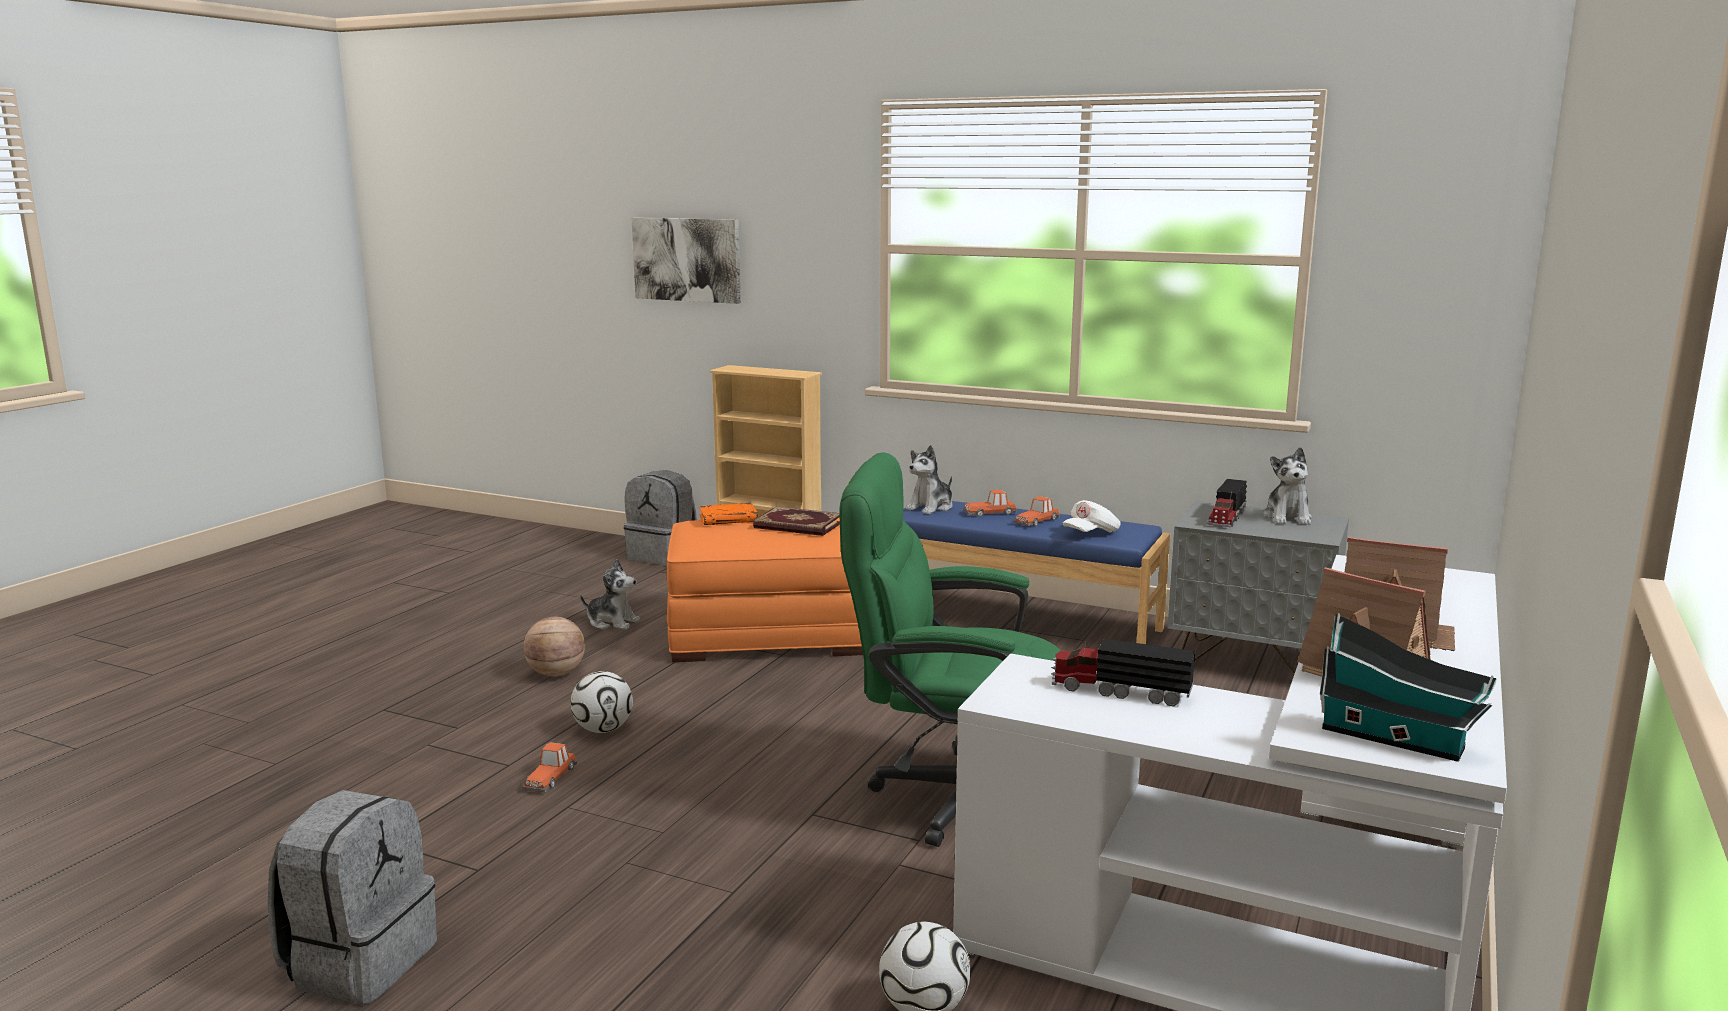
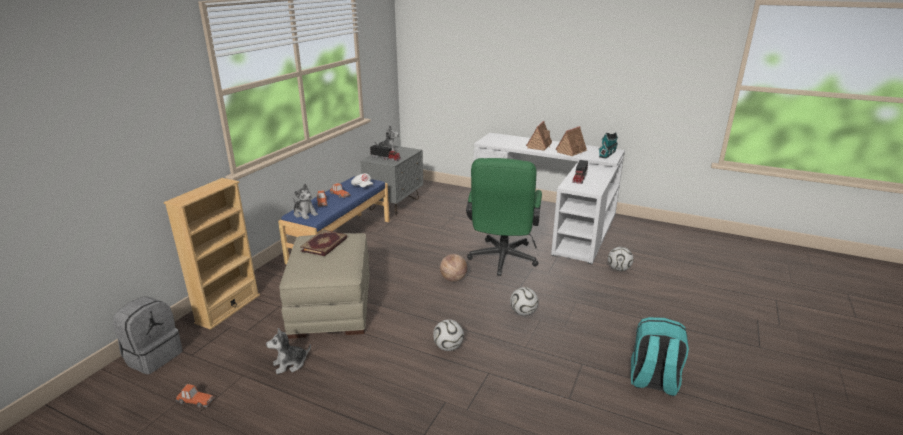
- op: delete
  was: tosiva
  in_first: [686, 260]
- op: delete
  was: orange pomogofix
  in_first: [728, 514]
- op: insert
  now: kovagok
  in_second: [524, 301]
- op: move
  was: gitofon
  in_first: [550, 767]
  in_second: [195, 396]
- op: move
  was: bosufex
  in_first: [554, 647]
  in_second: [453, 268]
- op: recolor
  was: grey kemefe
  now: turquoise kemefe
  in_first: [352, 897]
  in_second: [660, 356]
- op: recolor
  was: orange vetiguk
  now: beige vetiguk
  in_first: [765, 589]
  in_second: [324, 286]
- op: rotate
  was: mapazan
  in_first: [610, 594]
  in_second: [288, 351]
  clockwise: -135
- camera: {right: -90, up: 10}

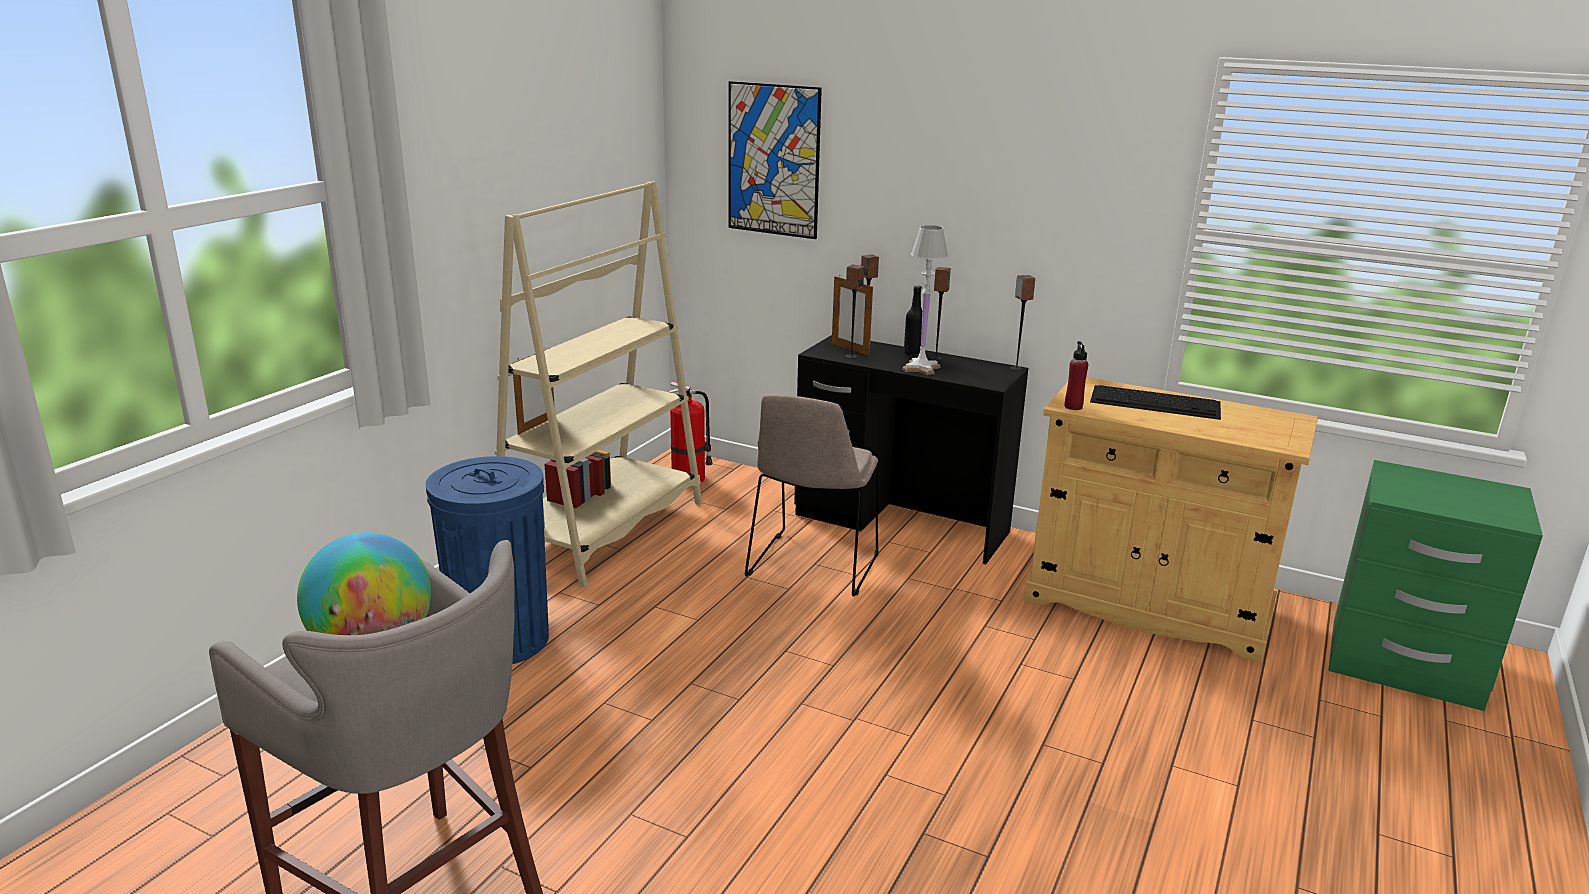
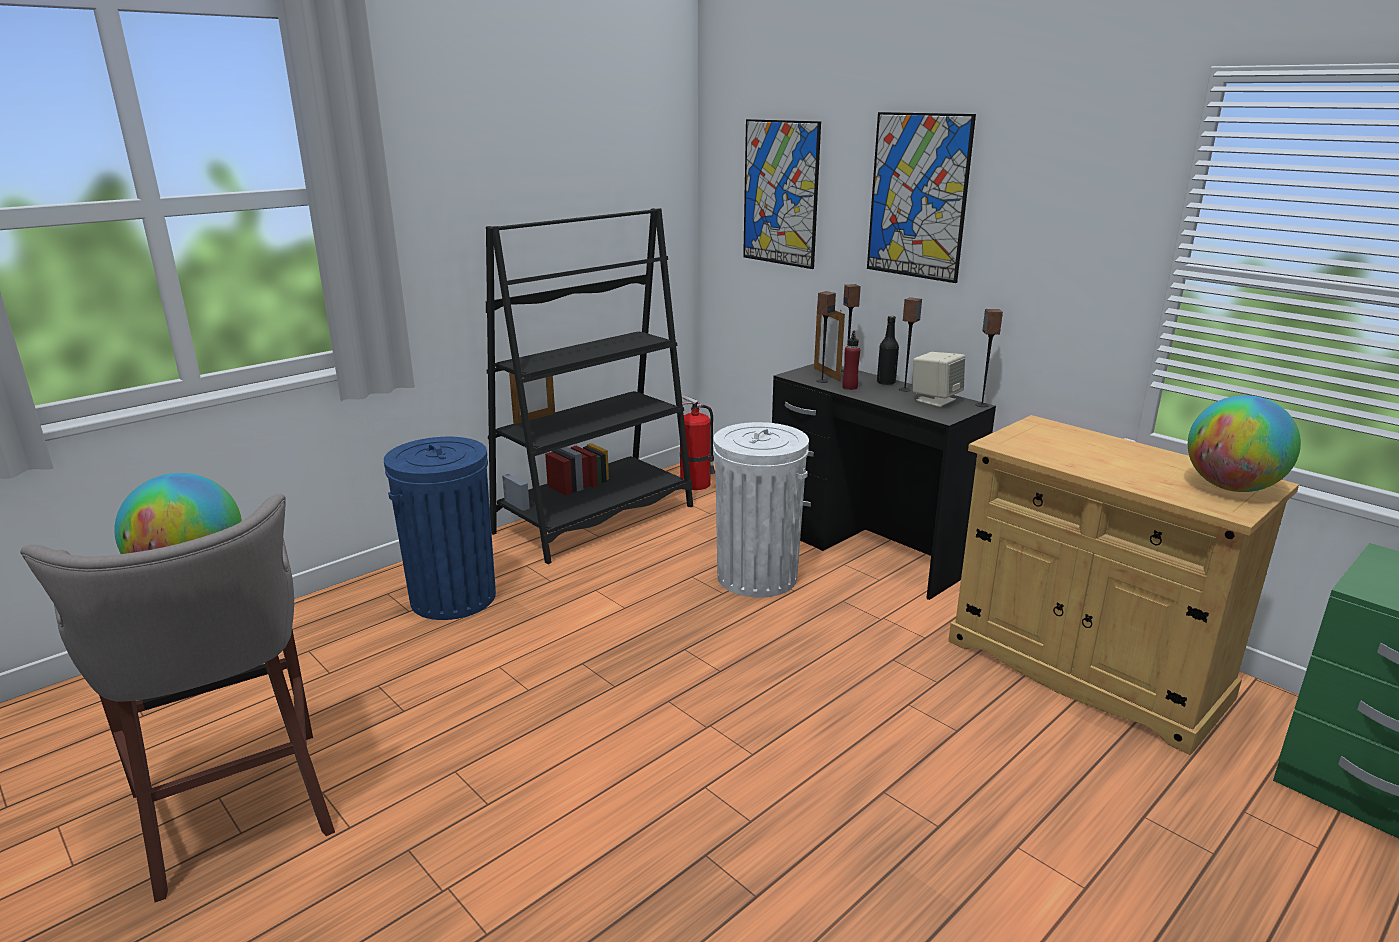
- op: delete
  was: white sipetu
  in_first: [925, 300]
- op: delete
  was: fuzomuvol
  in_first: [1155, 402]
- op: insert
  now: tosiva
  in_second: [921, 197]
- op: insert
  now: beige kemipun
  in_second: [939, 379]
- op: insert
  now: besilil
  in_second: [1244, 443]
- op: move
  was: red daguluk
  in_first: [1076, 375]
  in_second: [851, 360]
- op: replace
  was: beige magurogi
  now: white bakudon
  in_first: [812, 495]
  in_second: [761, 510]
- op: recolor
  was: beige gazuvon
  now: black gazuvon
  in_first: [598, 384]
  in_second: [589, 386]
- camera: {right: 20, up: 0}

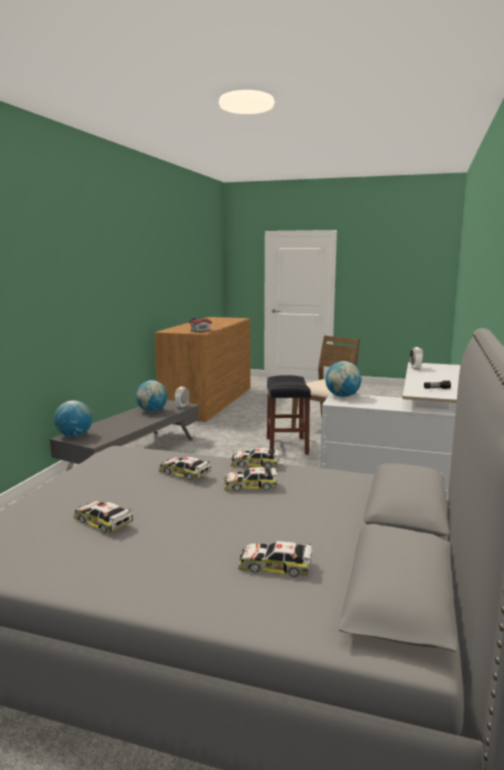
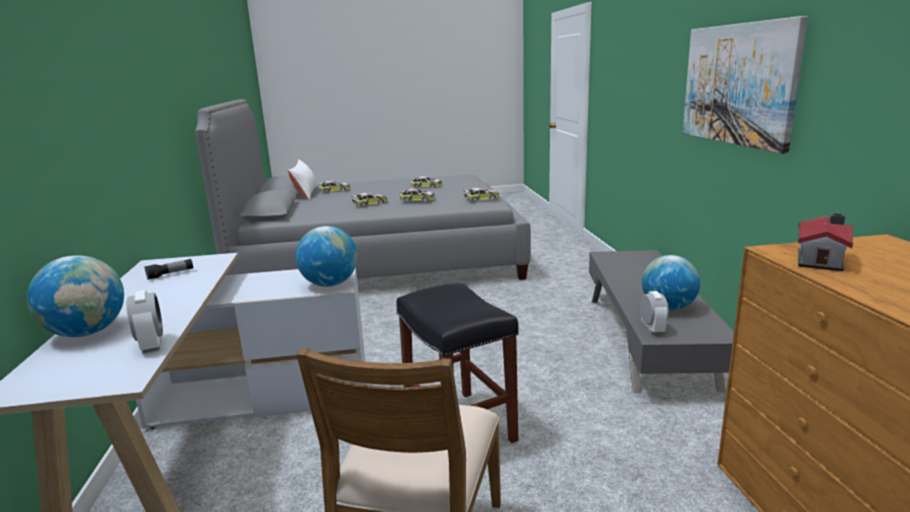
- op: insert
  now: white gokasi
  in_second: [303, 179]
- op: insert
  now: tosiva
  in_second: [745, 85]
- op: move
  was: besilil
  in_first: [73, 418]
  in_second: [75, 296]
- op: move
  was: gitofon
  in_first: [255, 458]
  in_second: [482, 195]
- camera: {right: 155, up: 5}

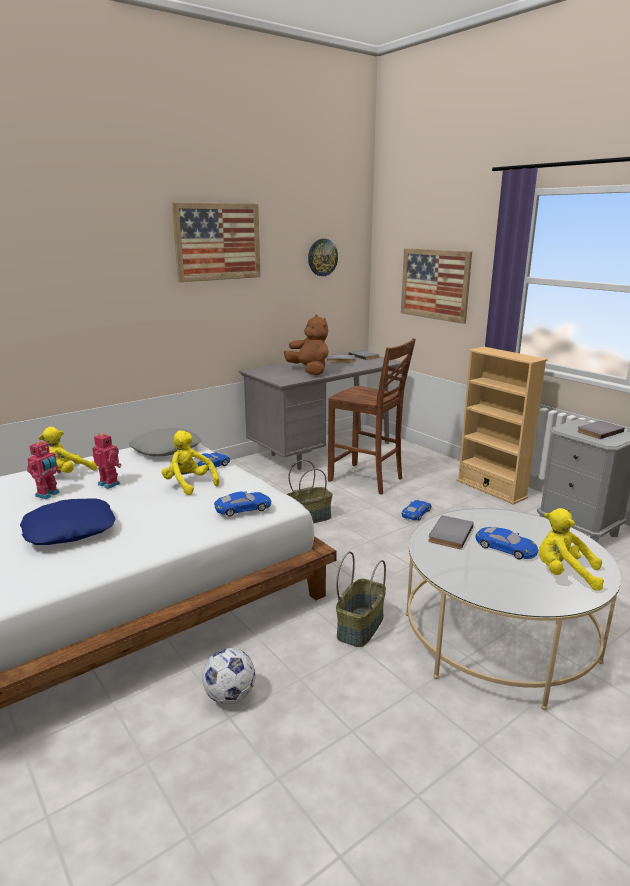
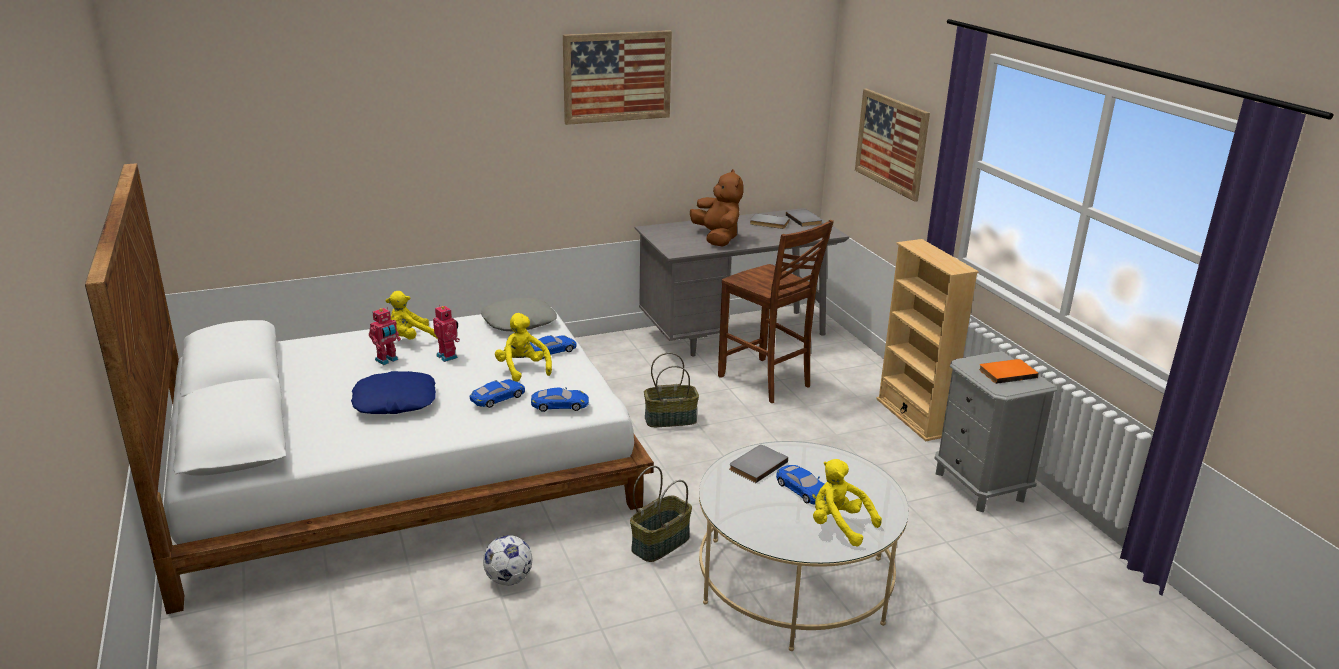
- op: delete
  was: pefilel
  in_first: [323, 257]
- op: move
  was: blue gitofon
  in_first: [416, 510]
  in_second: [497, 393]
- op: recolor
  was: grey pomogofix
  now: orange pomogofix
  in_first: [601, 430]
  in_second: [1009, 371]
- camera: {right: 15, up: 5}

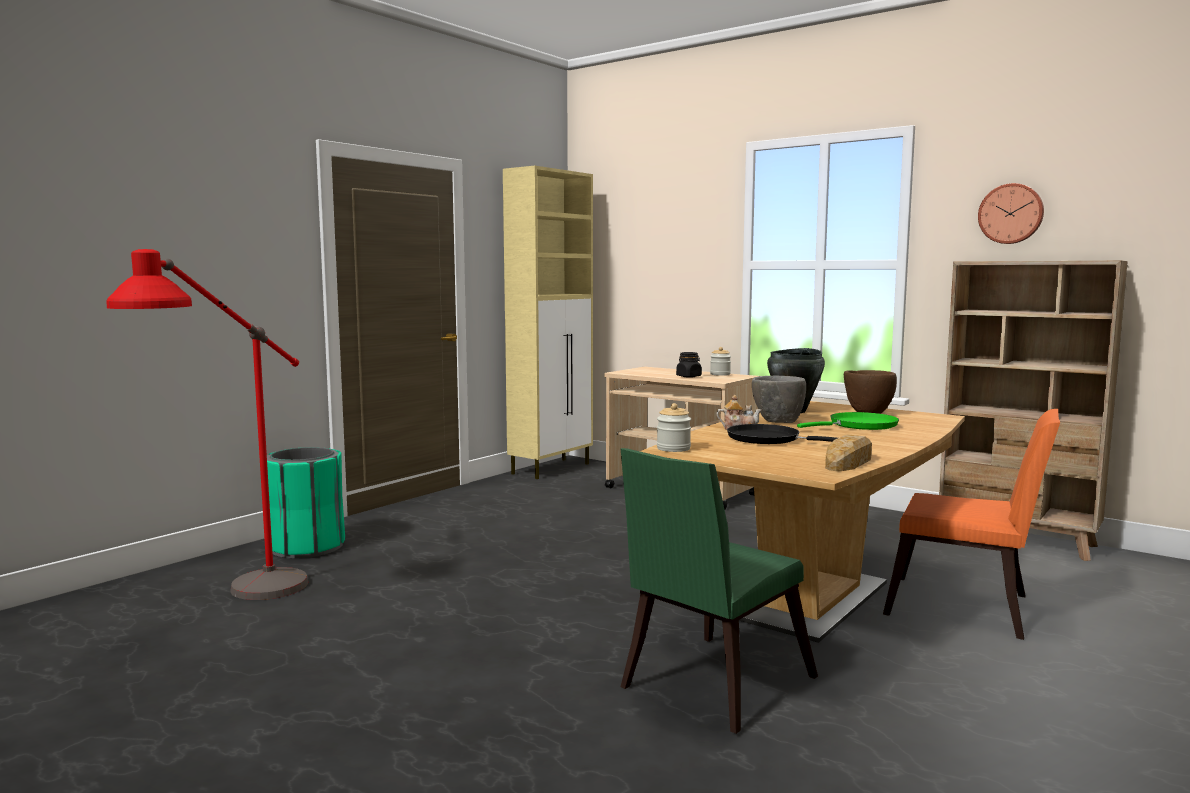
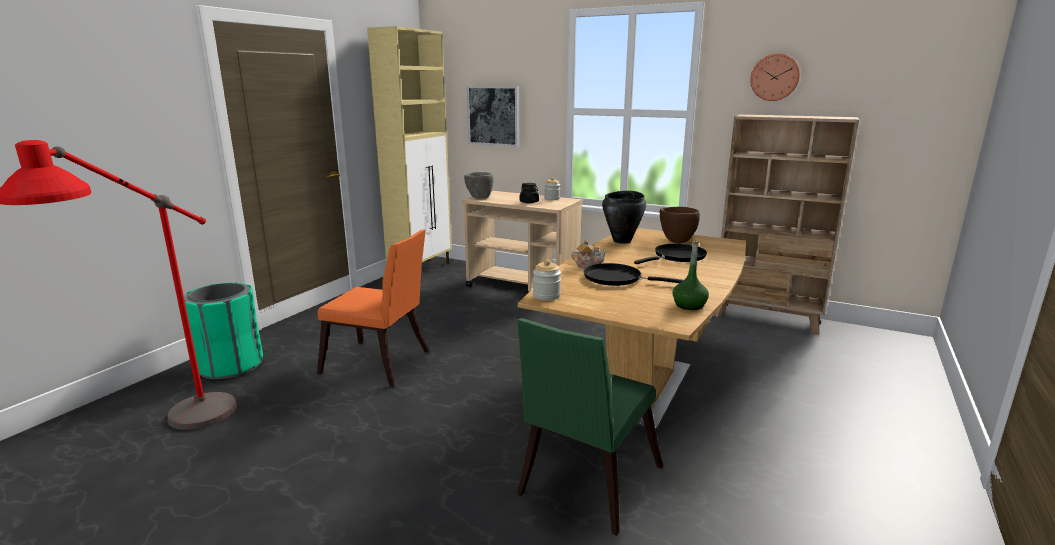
- op: insert
  now: tosiva
  in_second: [493, 116]
- op: move
  was: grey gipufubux
  in_first: [779, 399]
  in_second: [479, 185]
- op: move
  was: orange magurogi
  in_first: [971, 524]
  in_second: [373, 308]
- op: replace
  was: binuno
  now: green daguluk
  in_first: [848, 452]
  in_second: [690, 275]
- op: recolor
  was: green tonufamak
  now: black tonufamak
  in_first: [848, 421]
  in_second: [670, 254]
- camera: {right: -10, up: 10}

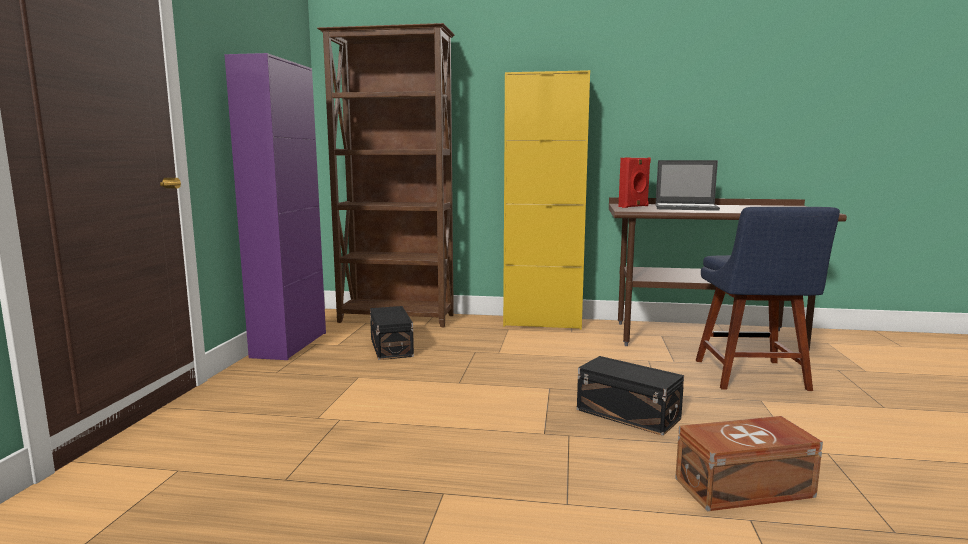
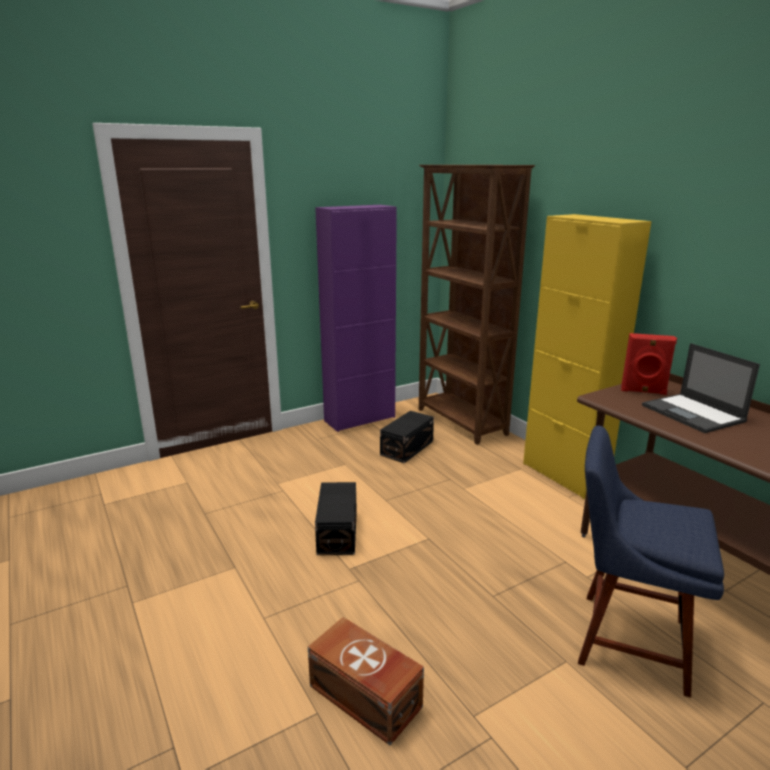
- op: move
  was: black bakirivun
  in_first: [630, 396]
  in_second: [336, 518]
- op: rotate
  was: blue magurogi
  in_first: [767, 299]
  in_second: [651, 562]
  clockwise: 60
- camera: {right: 50, up: 10}

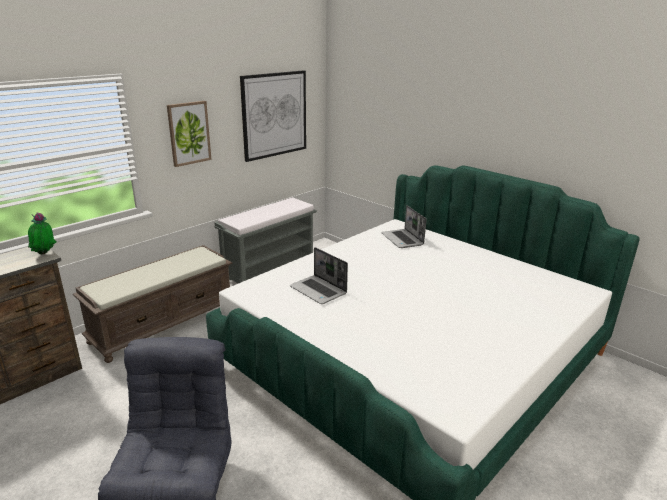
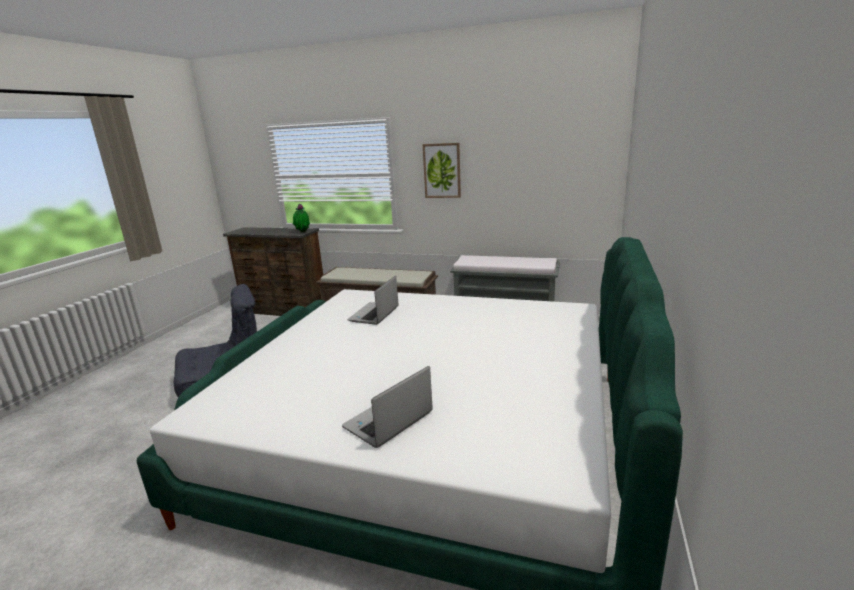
- op: delete
  was: tosiva
  in_first: [273, 116]
- op: move
  was: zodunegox
  in_first: [404, 226]
  in_second: [387, 407]
- camera: {right: 65, up: -5}

